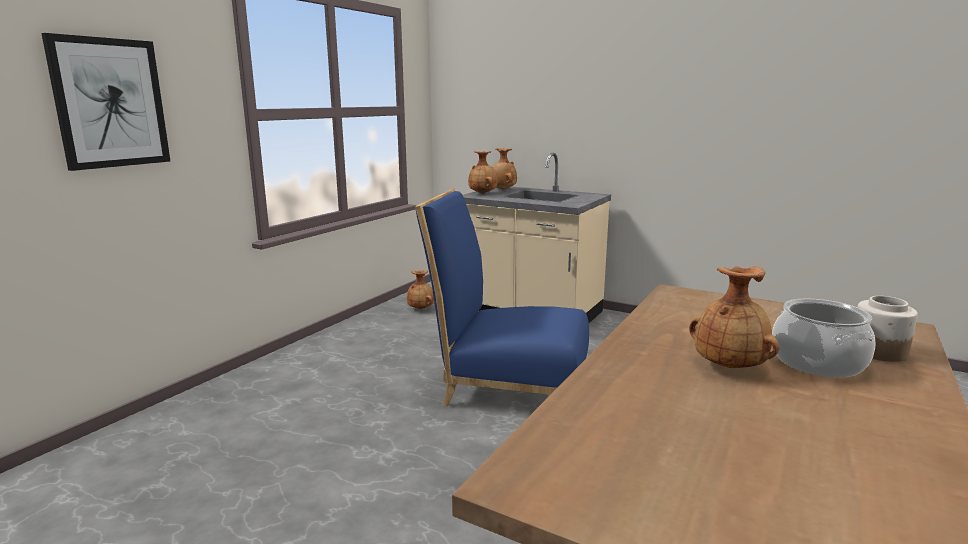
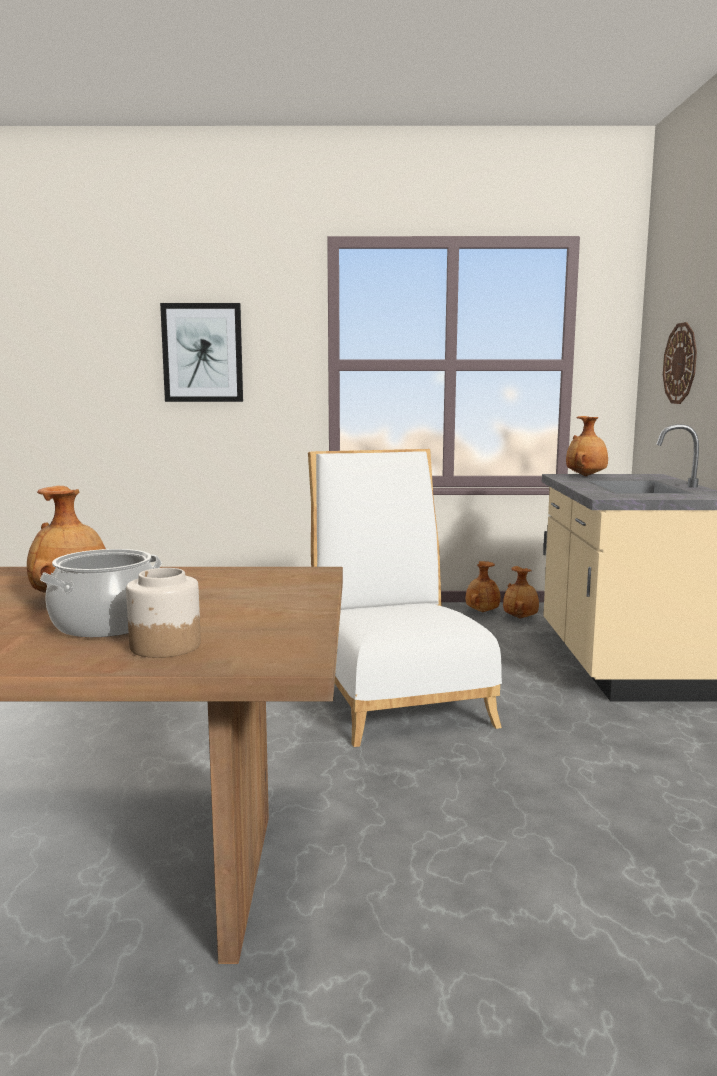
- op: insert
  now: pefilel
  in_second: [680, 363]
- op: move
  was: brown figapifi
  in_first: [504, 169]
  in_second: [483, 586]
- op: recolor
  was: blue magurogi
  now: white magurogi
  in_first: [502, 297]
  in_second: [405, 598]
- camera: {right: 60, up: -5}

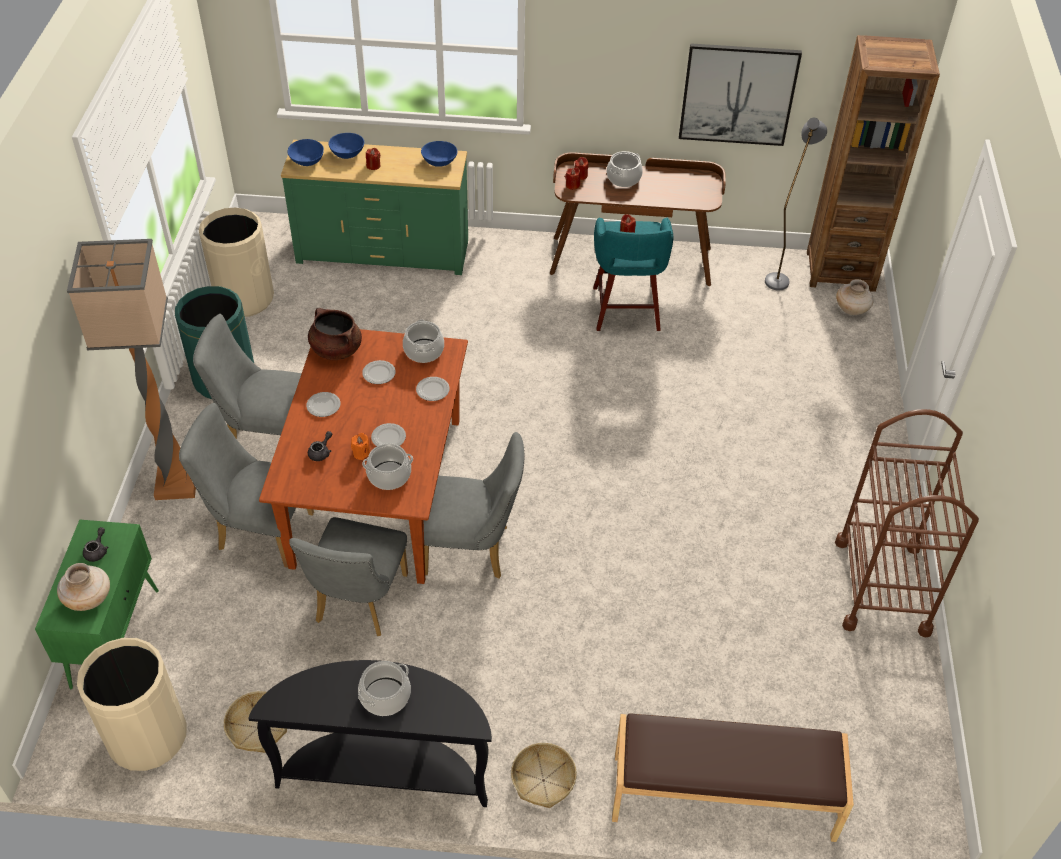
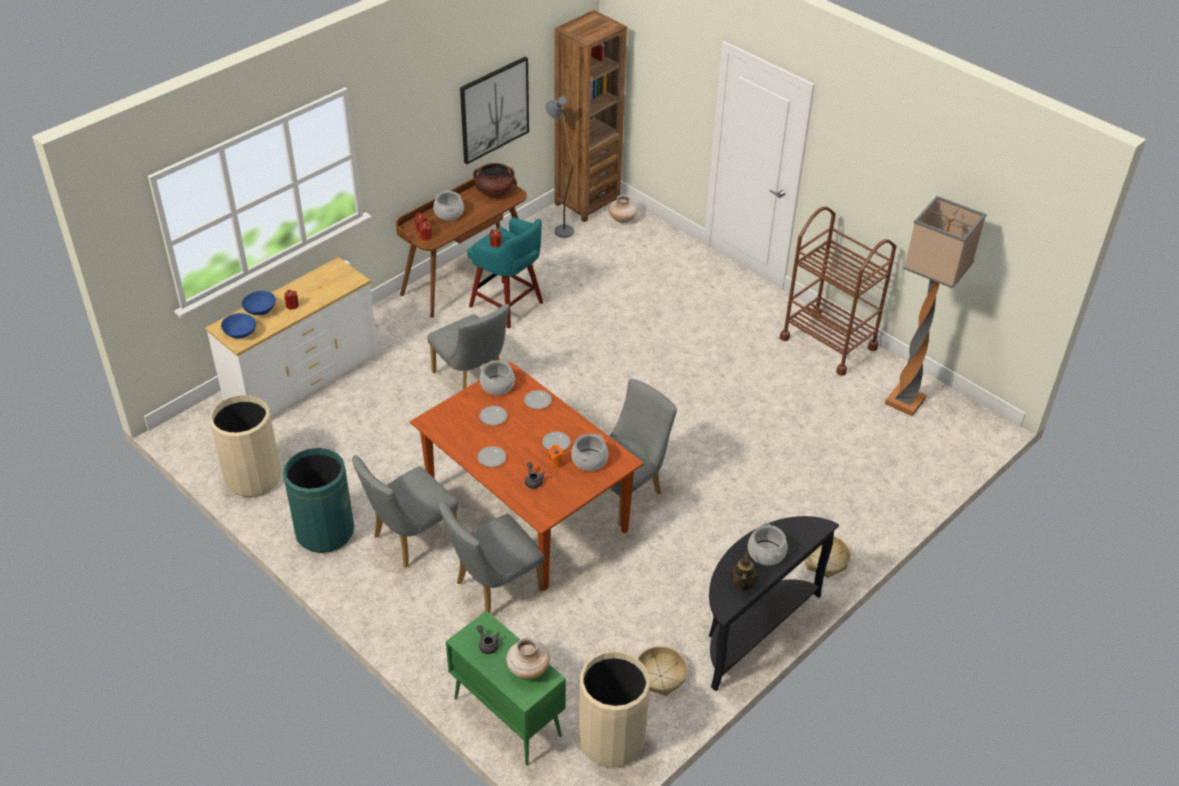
- op: delete
  was: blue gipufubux
  in_first: [439, 154]
- op: delete
  was: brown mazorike
  in_first: [733, 777]
- op: insert
  now: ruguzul
  in_second: [744, 571]
- op: move
  was: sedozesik
  in_first: [131, 369]
  in_second: [936, 306]
- op: move
  was: grey magurogi
  in_first: [348, 576]
  in_second: [468, 346]
- op: move
  was: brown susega
  in_first: [335, 334]
  in_second: [493, 180]
- op: recolor
  was: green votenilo
  now: white votenilo
  in_first: [374, 207]
  in_second: [292, 336]
- camera: {right: -50, up: -5}

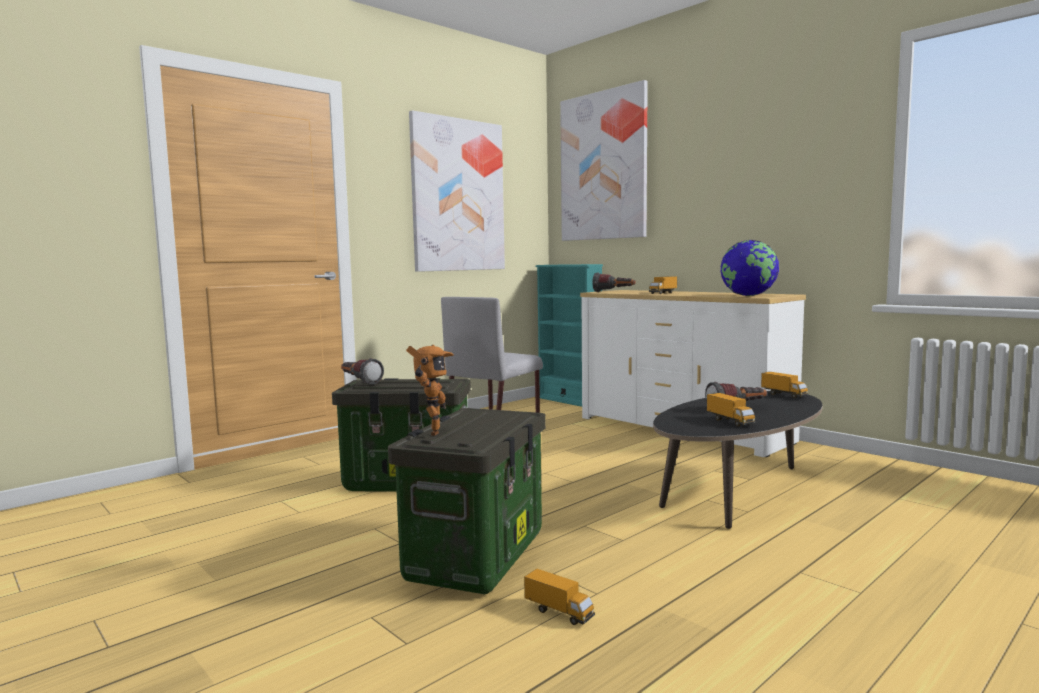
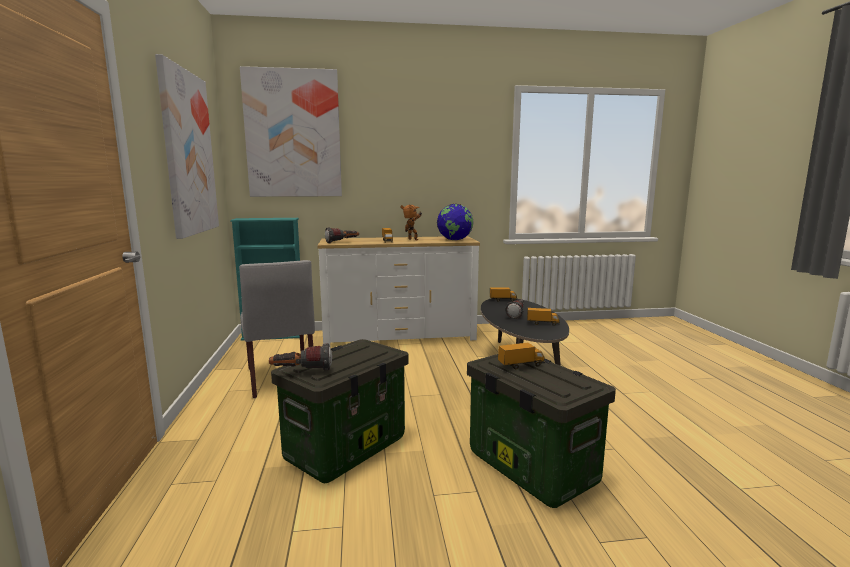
- op: move
  was: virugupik
  in_first: [430, 390]
  in_second: [411, 222]
- op: move
  was: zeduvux
  in_first: [559, 597]
  in_second: [521, 356]
- camera: {right: -55, up: 5}

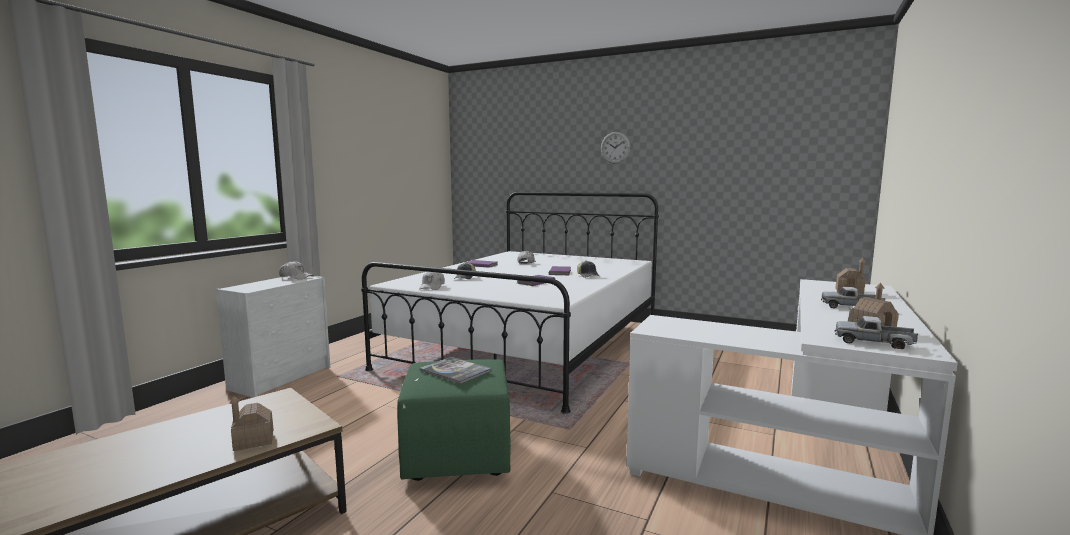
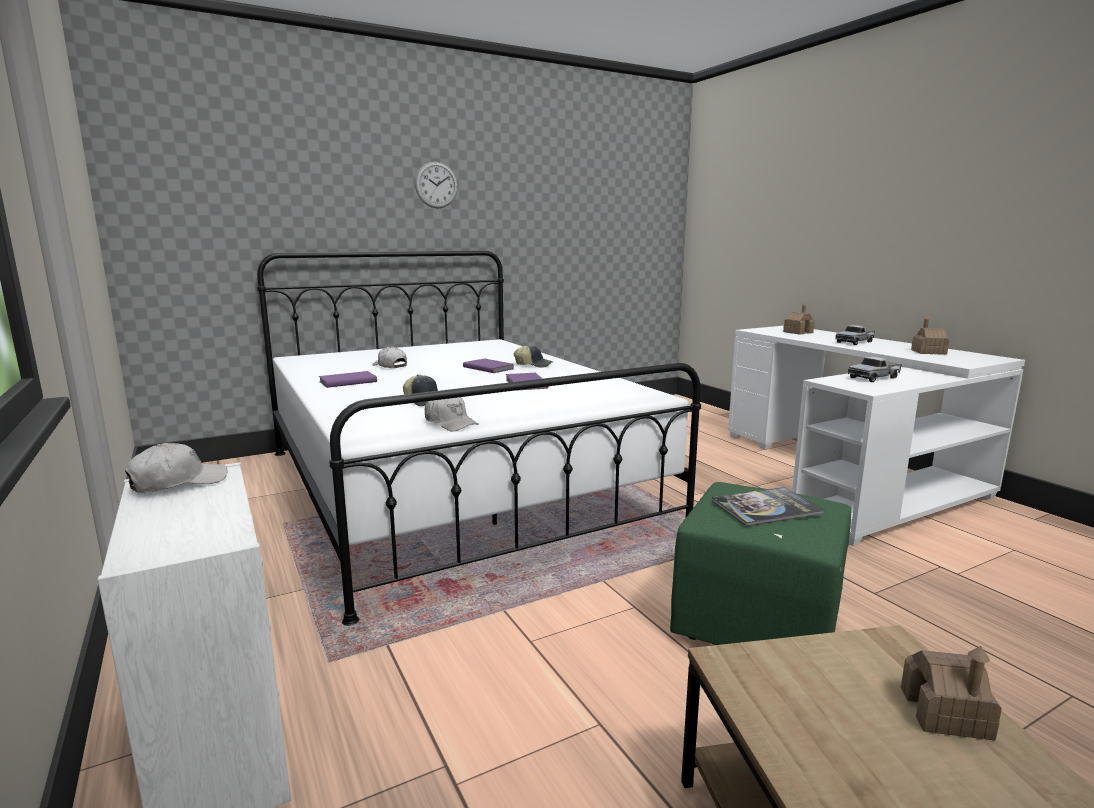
- op: move
  was: zeduvux
  in_first: [876, 332]
  in_second: [875, 369]
- camera: {right: -55, up: 5}

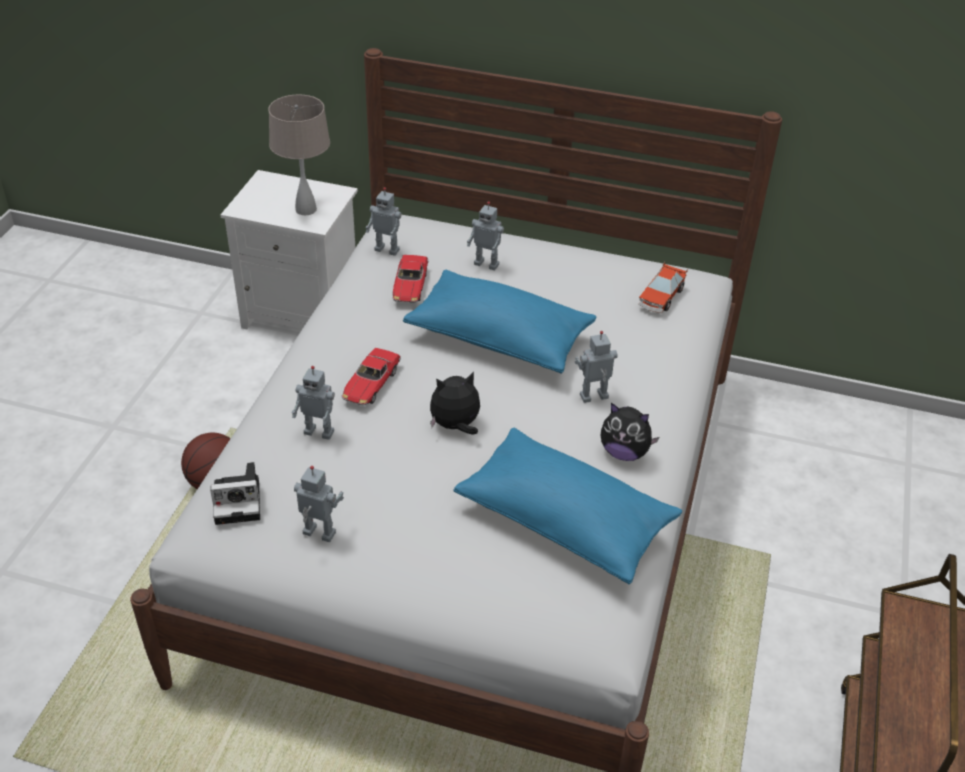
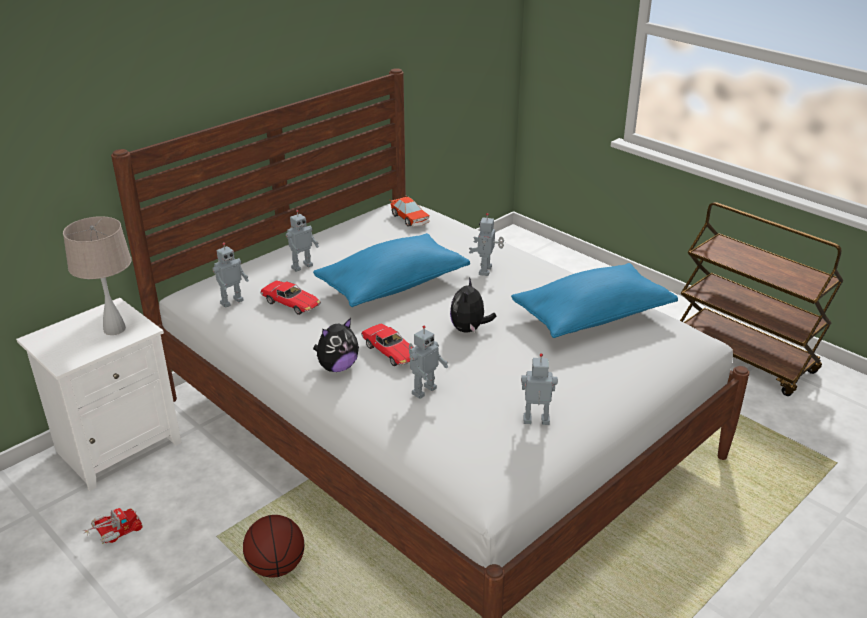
- op: delete
  was: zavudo
  in_first: [235, 493]
- op: insert
  now: zeduvux
  in_second: [112, 526]
- op: move
  was: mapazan
  in_first: [630, 432]
  in_second: [336, 345]
- op: rotate
  was: virugupik
  in_first: [319, 504]
  in_second: [539, 389]
  clockwise: 45
- camera: {right: -60, up: -10}

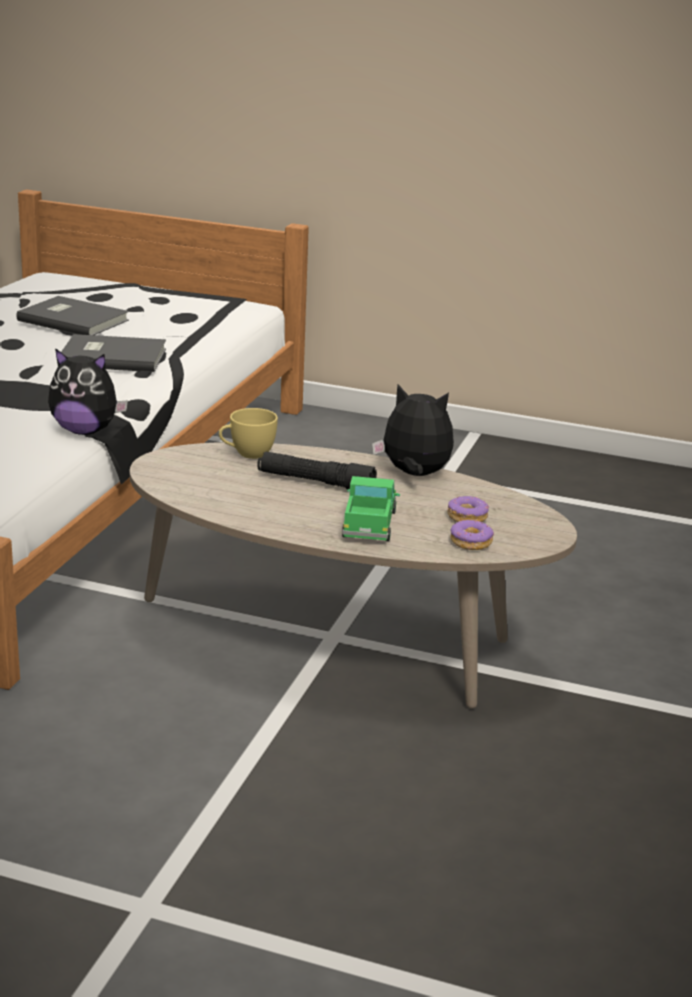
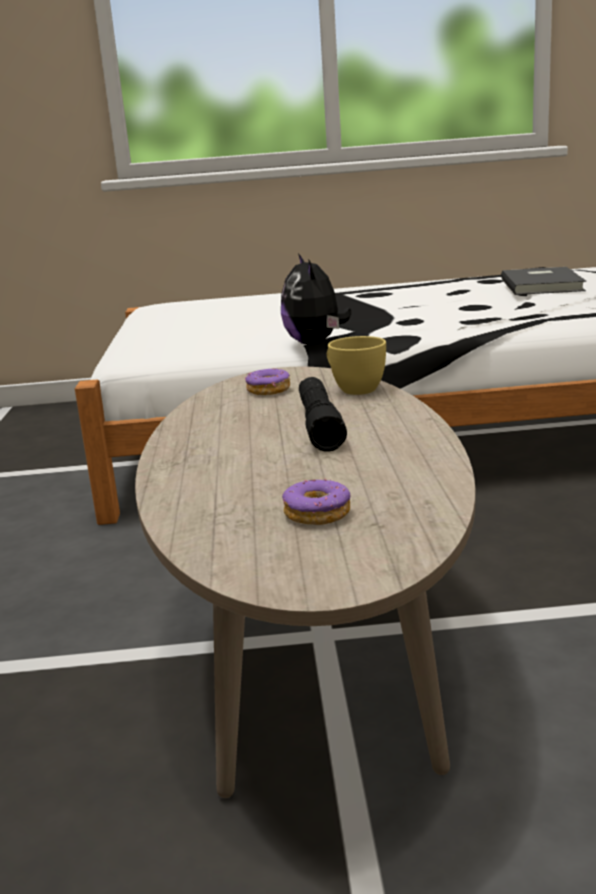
- op: delete
  was: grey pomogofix
  in_first: [113, 353]
- op: delete
  was: zeduvux
  in_first: [371, 508]
- op: delete
  was: mapazan
  in_first: [413, 430]
- op: move
  was: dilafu
  in_first: [472, 535]
  in_second: [267, 381]
- camera: {right: 70, up: -5}

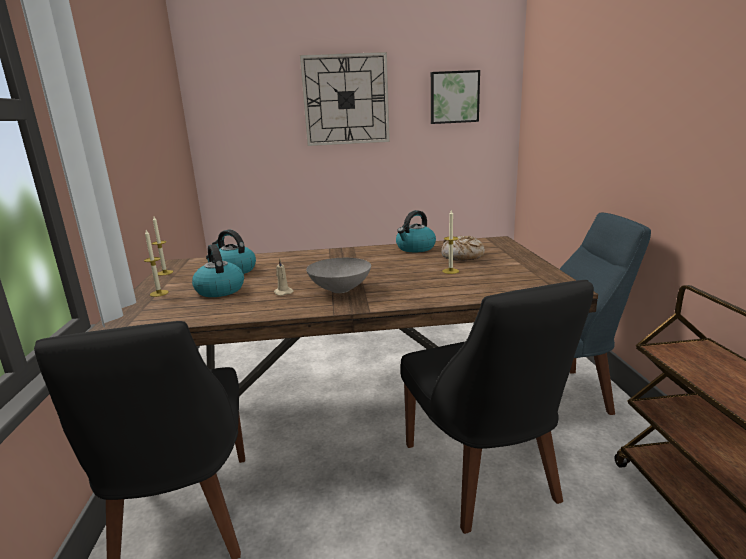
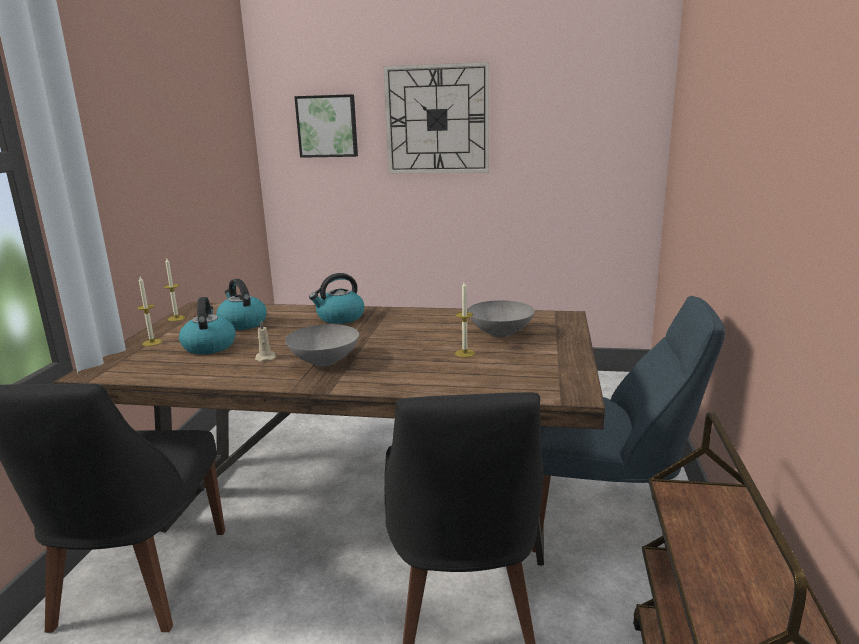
- op: move
  was: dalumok
  in_first: [416, 231]
  in_second: [336, 298]
- op: move
  was: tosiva
  in_first: [455, 97]
  in_second: [326, 126]
- op: replace
  was: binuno
  now: grey gipufubux
  in_first: [463, 248]
  in_second: [501, 319]
- camera: {right: 15, up: 0}

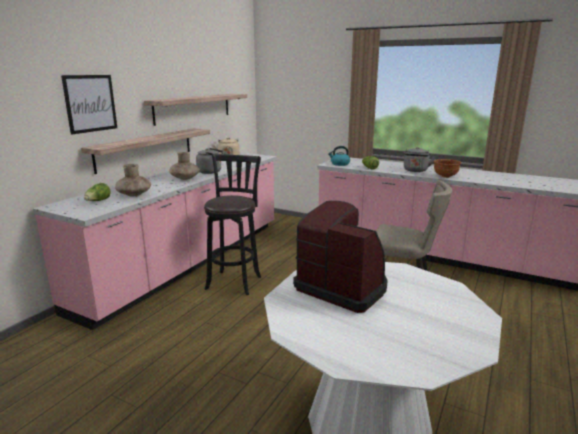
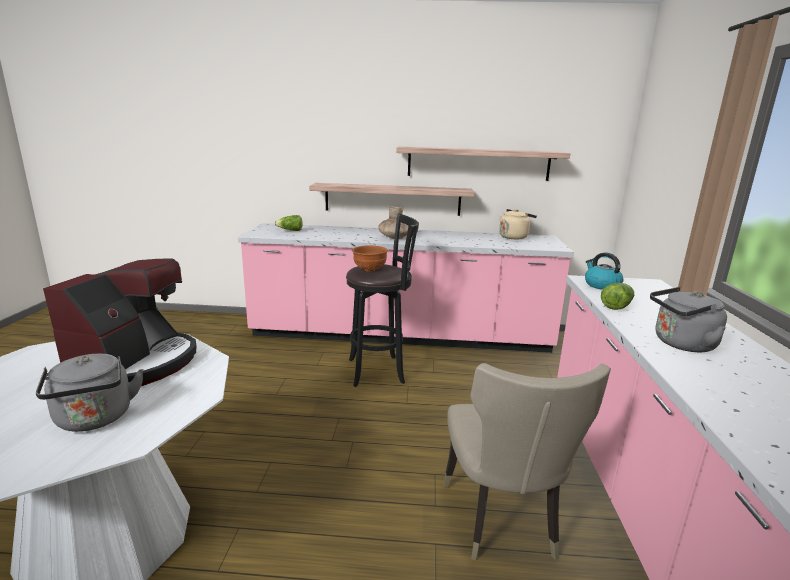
- op: delete
  was: tosiva
  in_first: [89, 104]
- op: delete
  was: brown figapifi
  in_first: [133, 180]
- op: move
  was: grey dalumok
  in_first: [209, 161]
  in_second: [90, 393]
- op: move
  was: brown gipufubux
  in_first: [447, 168]
  in_second: [370, 258]
- camera: {right: 65, up: 0}

